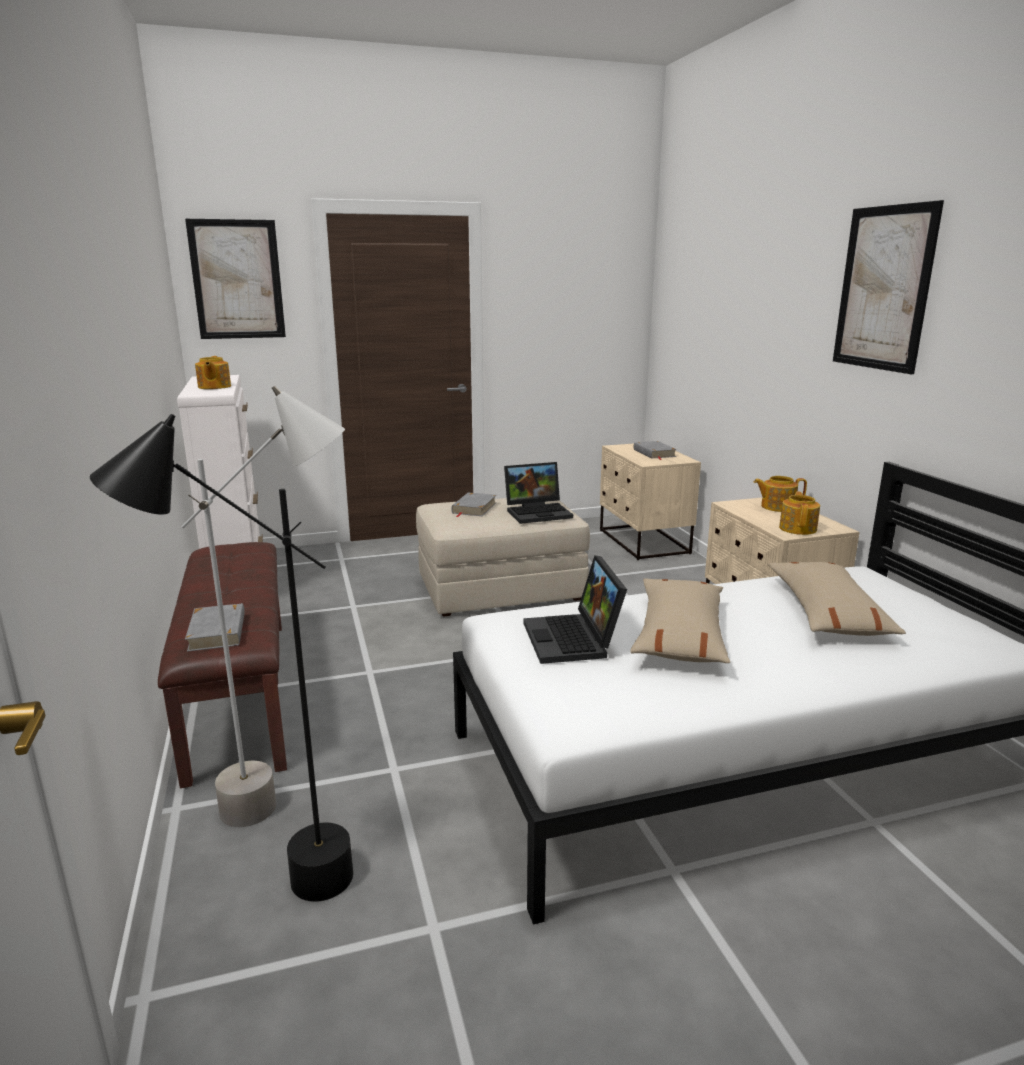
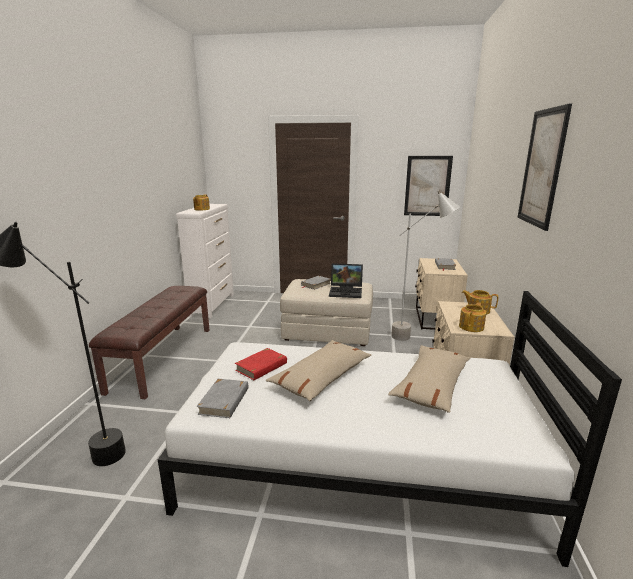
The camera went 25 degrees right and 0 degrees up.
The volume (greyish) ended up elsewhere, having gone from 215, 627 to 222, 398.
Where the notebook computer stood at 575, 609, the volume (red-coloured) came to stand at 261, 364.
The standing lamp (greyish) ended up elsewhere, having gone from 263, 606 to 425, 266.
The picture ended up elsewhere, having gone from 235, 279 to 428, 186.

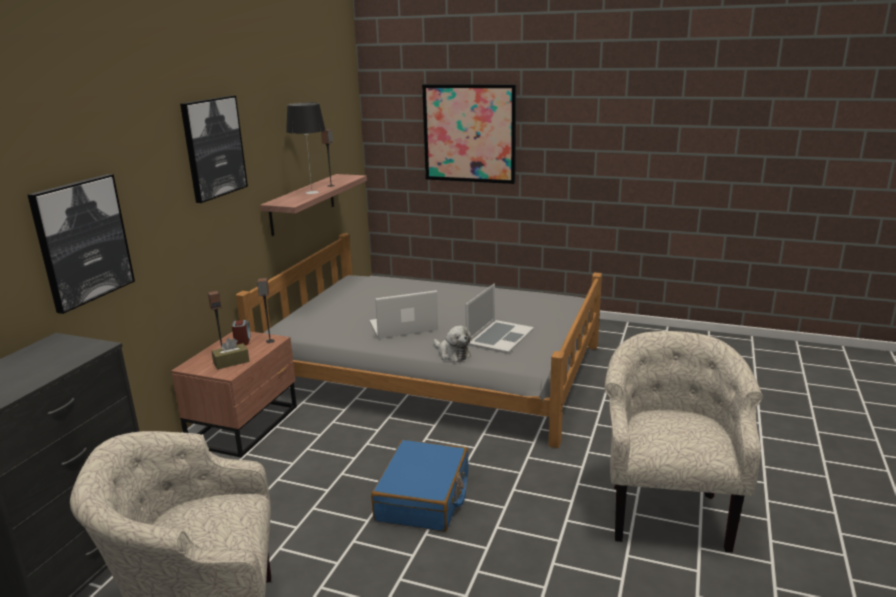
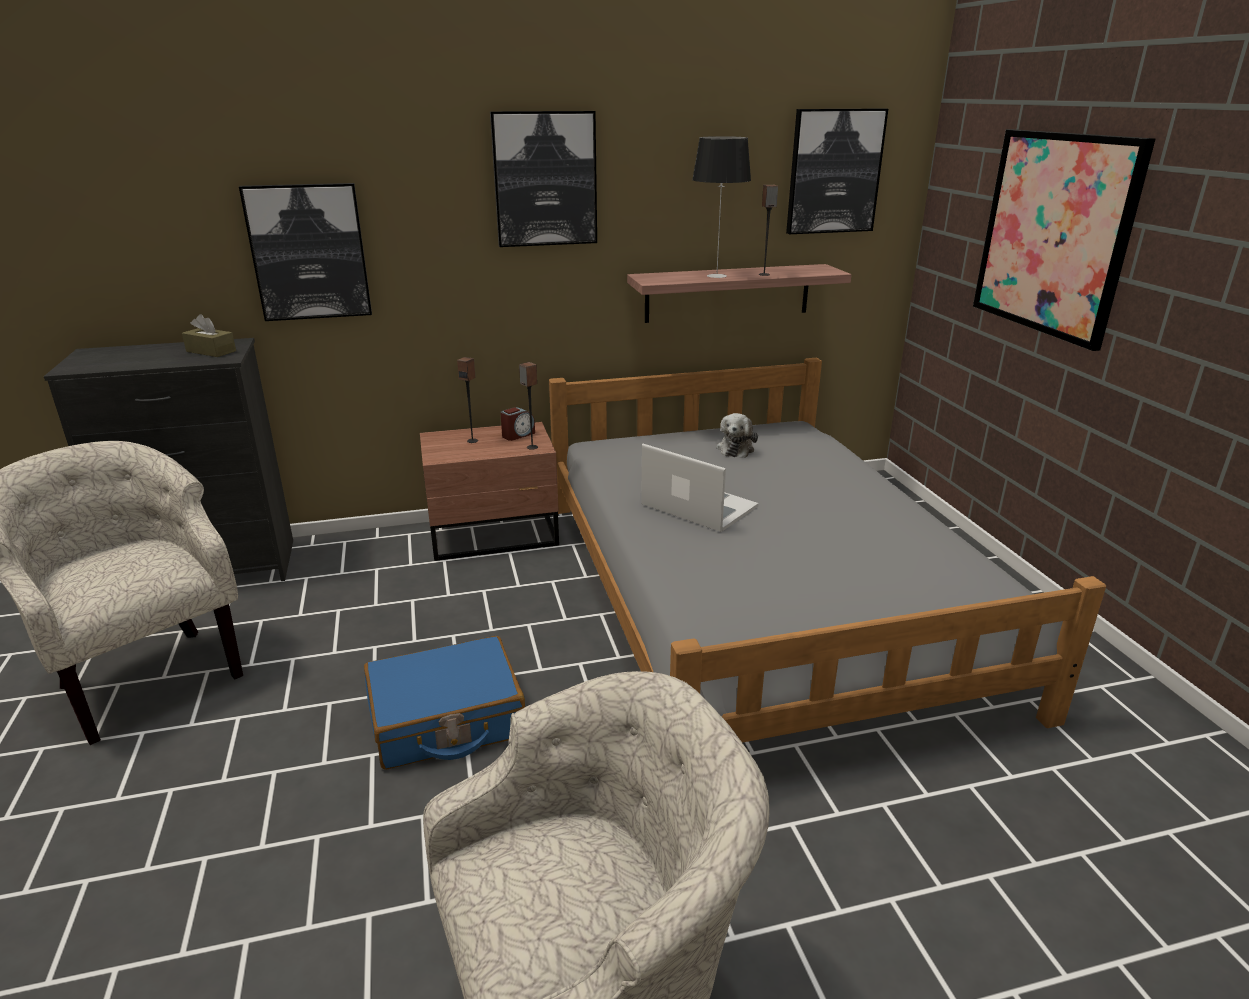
The camera went 55 degrees right and 5 degrees up.
The tissue box (brown) ended up elsewhere, having gone from 230, 353 to 209, 335.
The soft toy ended up elsewhere, having gone from 452, 343 to 737, 435.
The second view gained the picture at 837, 171.
The second view lost the notebook computer at 499, 318.

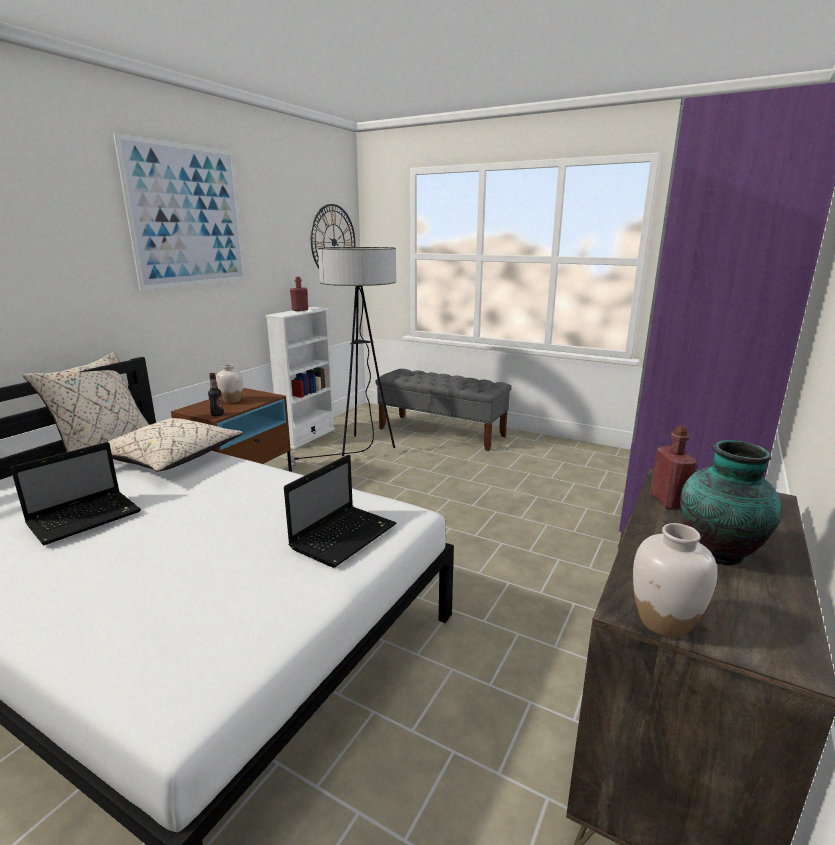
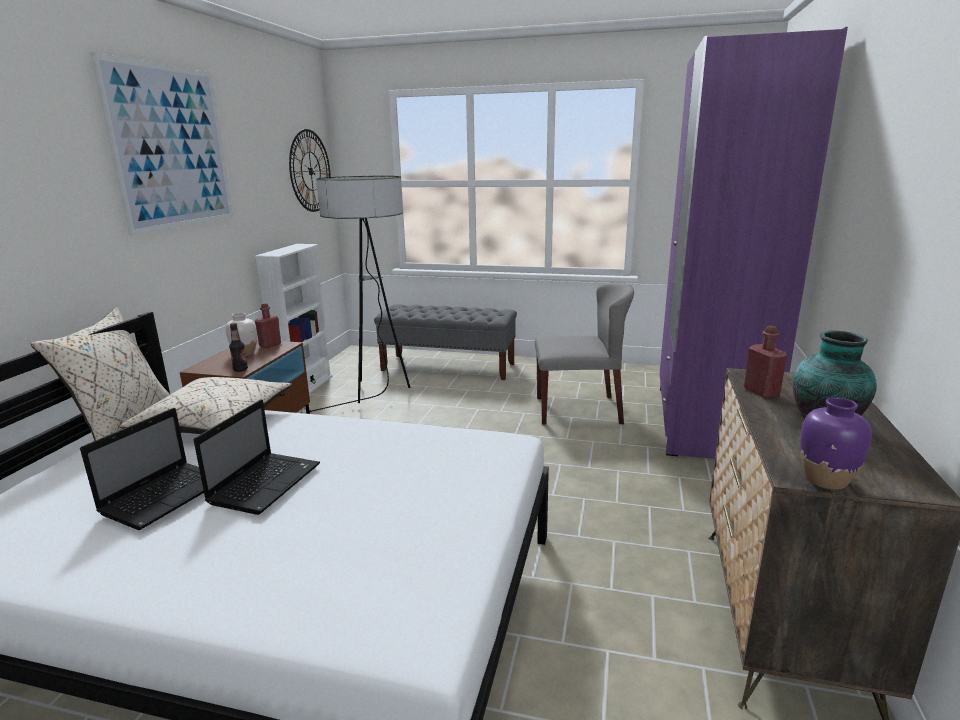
The camera went 15 degrees left and 0 degrees up.
The notebook computer ended up elsewhere, having gone from 340, 511 to 256, 457.
The beverage bottle (red-coloured) ended up elsewhere, having gone from 299, 294 to 268, 325.
The second view gained the plain chair (greyish) at 584, 354.
What was the decorative vase (white) at 675, 580 turned into the decorative vase (purplish) at 836, 443.

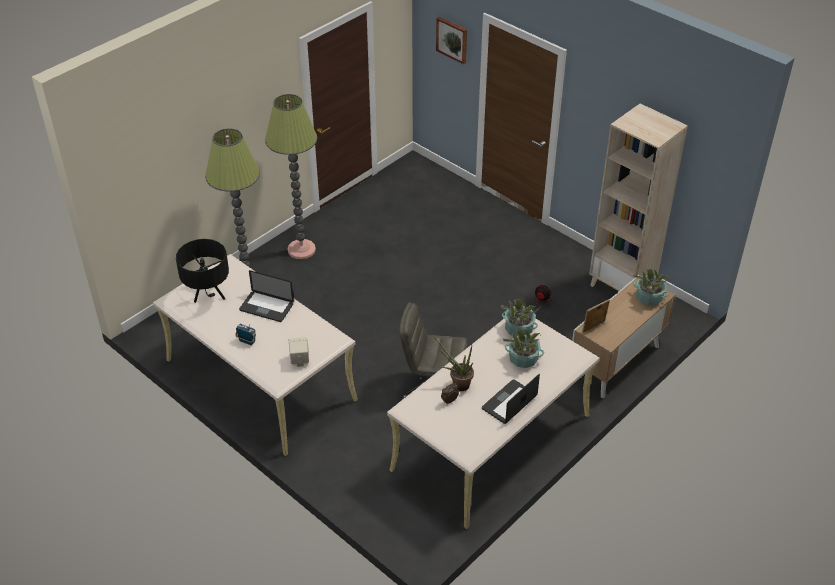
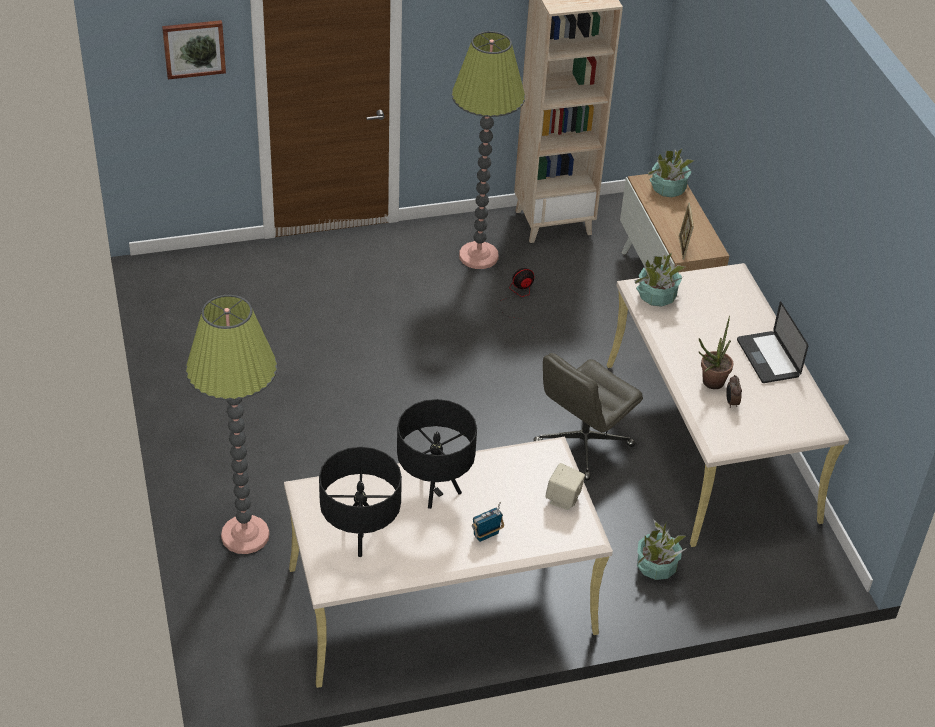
The camera went 60 degrees left and 0 degrees up.
Where the notebook computer stood at 266, 296, the table lamp (black) came to stand at 437, 454.
The standing lamp ended up elsewhere, having gone from 291, 176 to 488, 150.
The plant in a pot ended up elsewhere, having gone from 523, 348 to 662, 549.

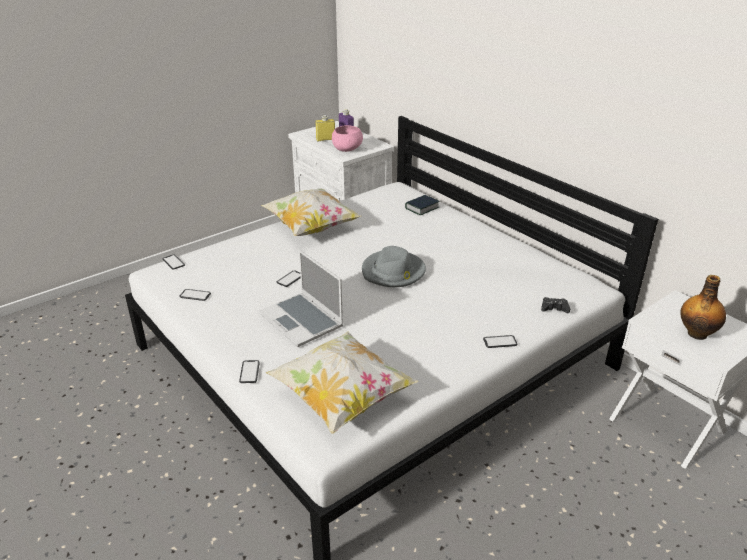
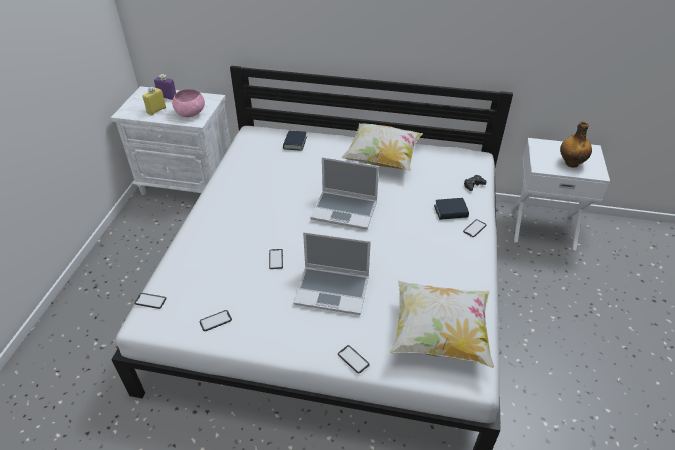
The camera went 40 degrees left and 10 degrees up.
Where the hat (greyish) stood at 394, 266, the notebook computer came to stand at 345, 193.
The throw pillow ended up elsewhere, having gone from 311, 212 to 382, 147.
The second view gained the volume at 451, 209.

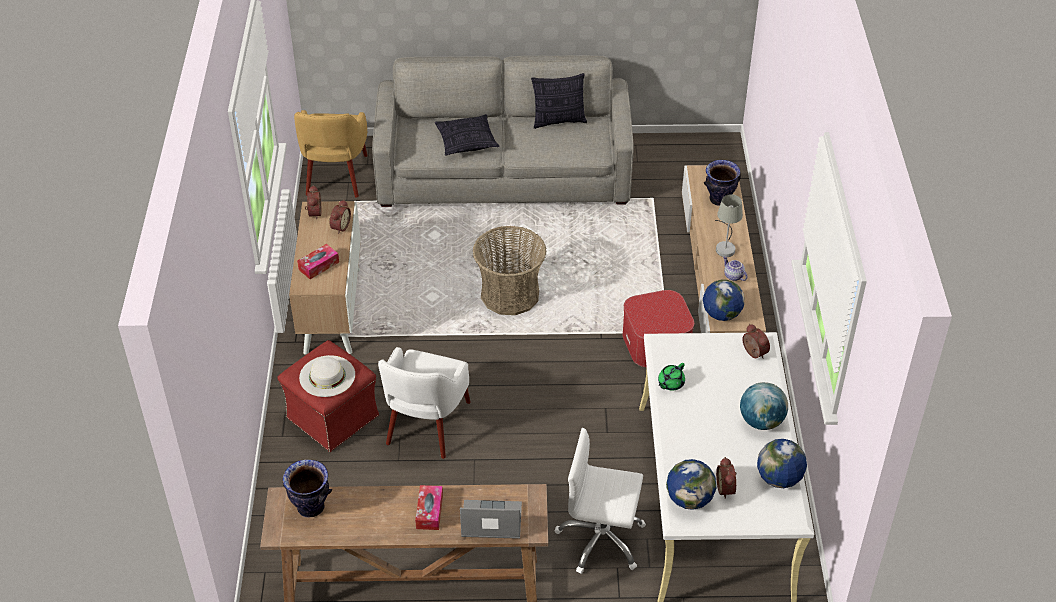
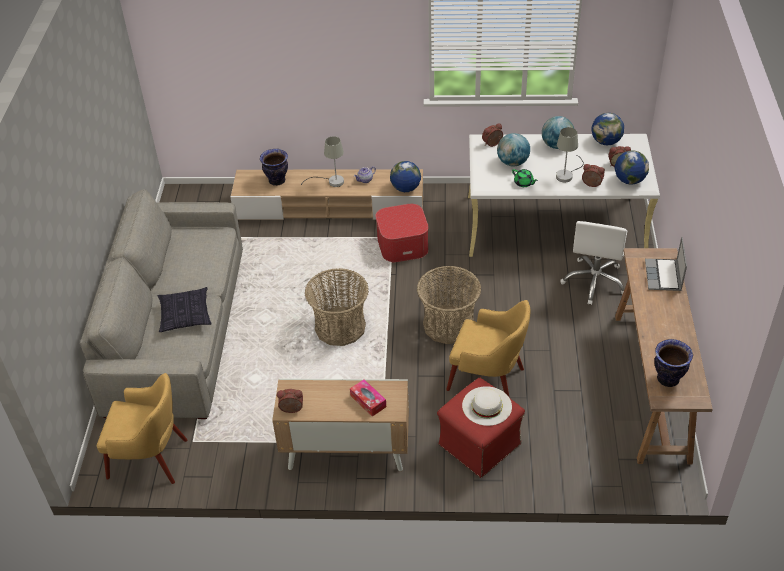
The camera went 85 degrees left and 0 degrees up.
The second view gained the storage basket at 449, 305.
What was the lounge chair (white) at 424, 403 turned into the lounge chair (yellowish) at 488, 349.
The second view gained the world globe at 513, 149.
The second view gained the table lamp (greyish) at 570, 155.
The table clock ended up elsewhere, having gone from 340, 217 to 593, 175.
The second view lost the tissue box at 429, 507.
The second view lost the throw pillow at 559, 101.

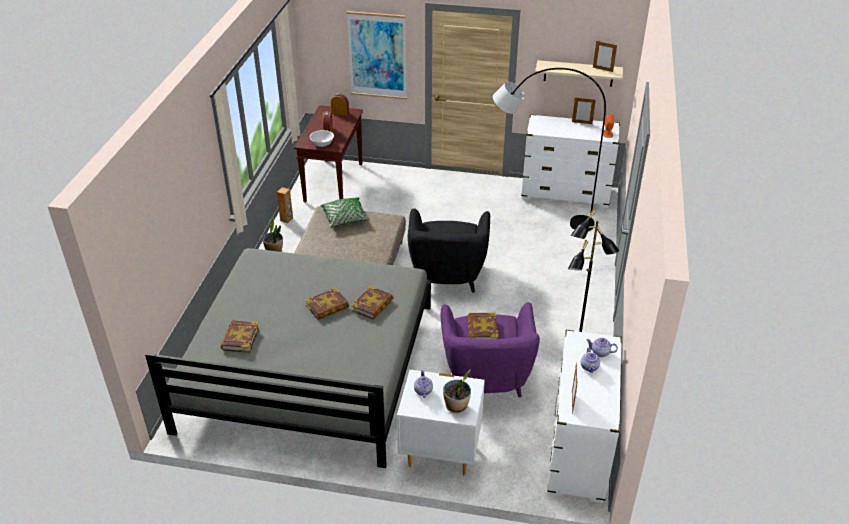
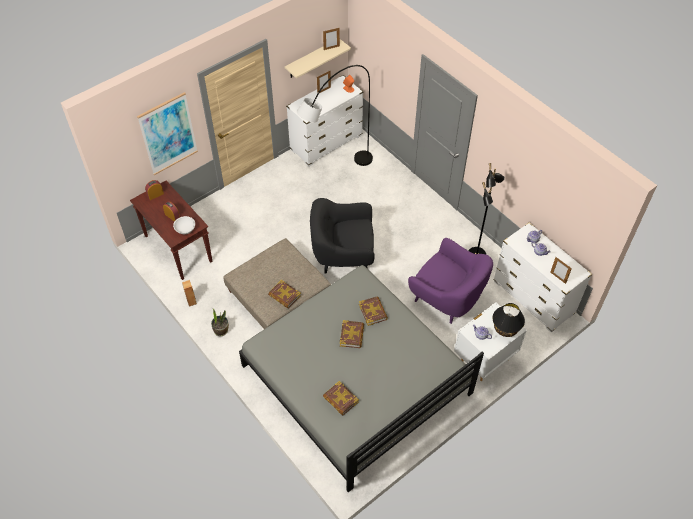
The camera went 50 degrees left and 15 degrees up.
The volume ended up elsewhere, having gone from 483, 325 to 284, 294.
The lounge chair (black) at 449, 250 ended up facing another way, 135 degrees clockwise from before.
Where the plant in a pot stood at 457, 391, the table lamp (black) came to stand at 508, 320.
The second view lost the throw pillow (greenish) at 345, 212.

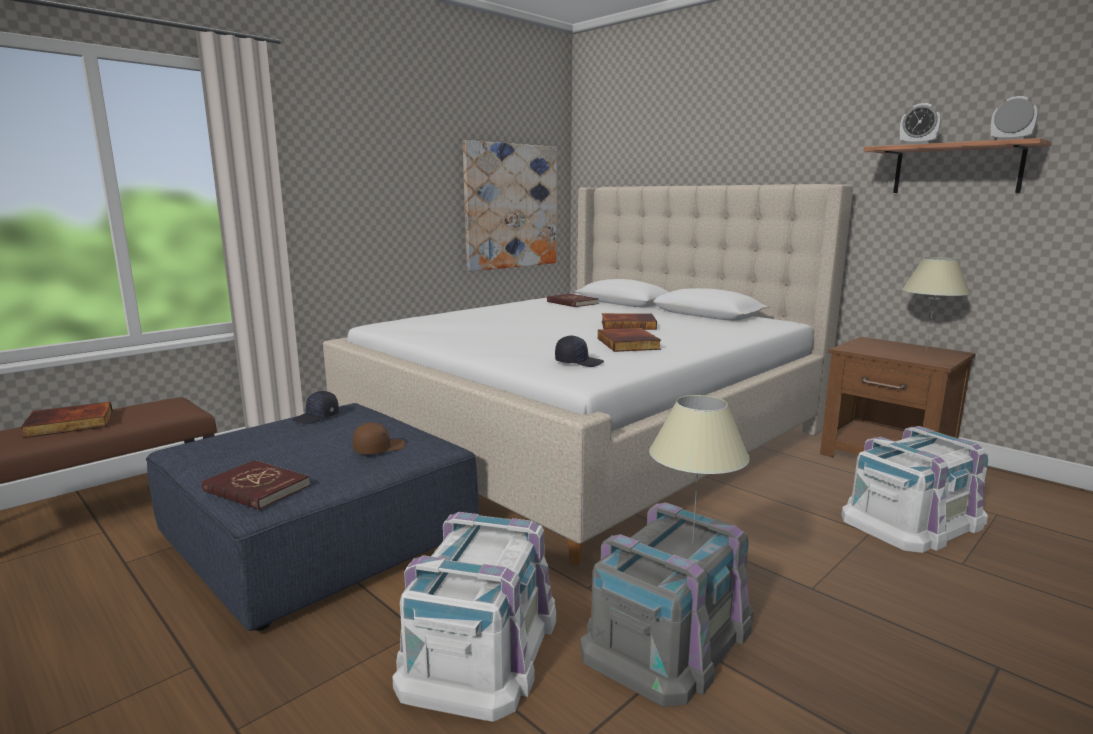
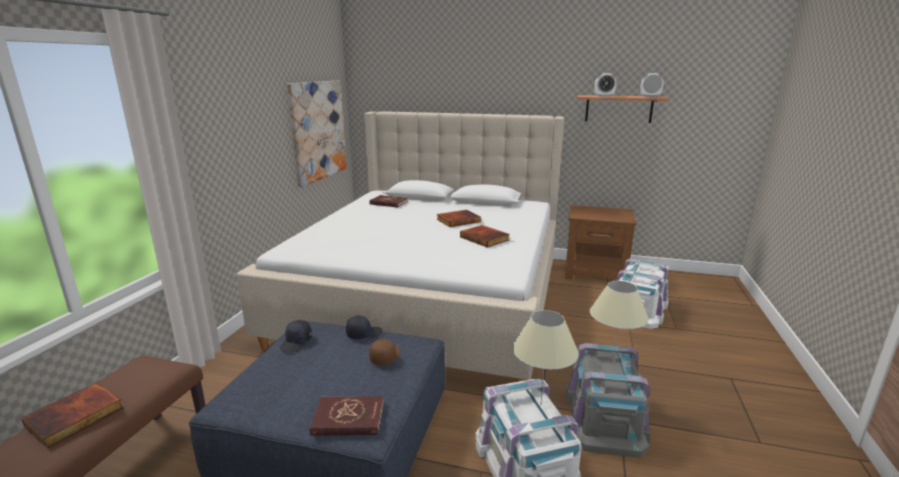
The camera went 30 degrees left and 5 degrees up.
The baseball cap (black) ended up elsewhere, having gone from 579, 351 to 364, 327.
The table lamp (beige) ended up elsewhere, having gone from 936, 304 to 545, 356.

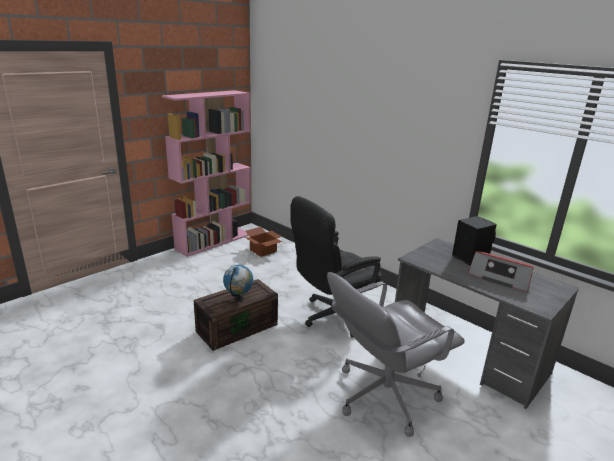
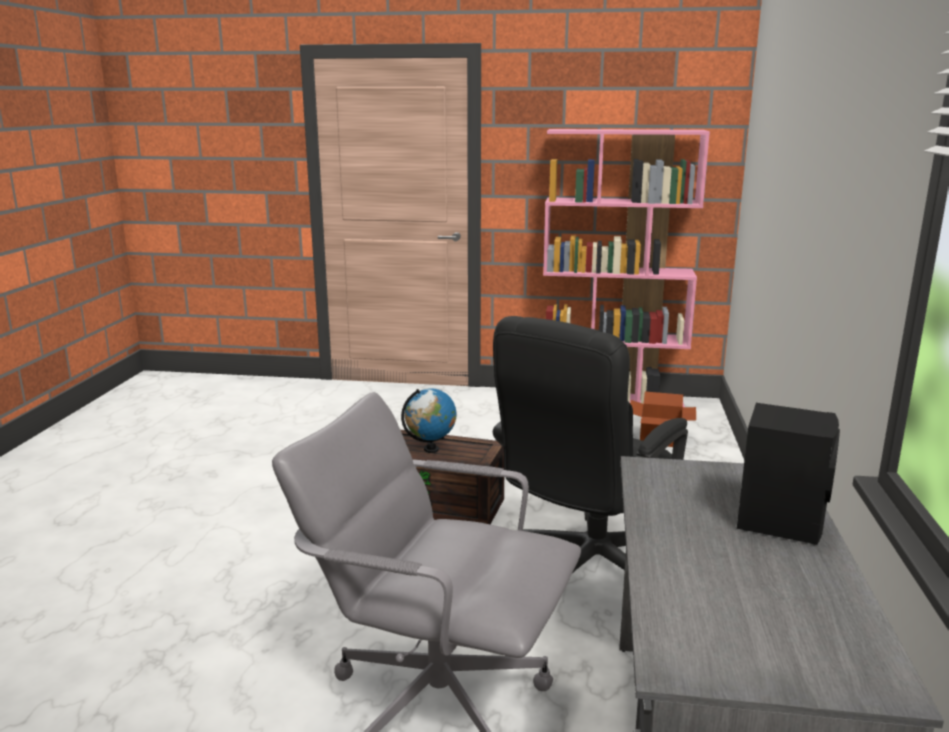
The camera went 55 degrees right and 5 degrees down.
The office chair (black) at 336, 267 ended up facing another way, 75 degrees counterclockwise from before.
The second view lost the radio at 501, 271.

